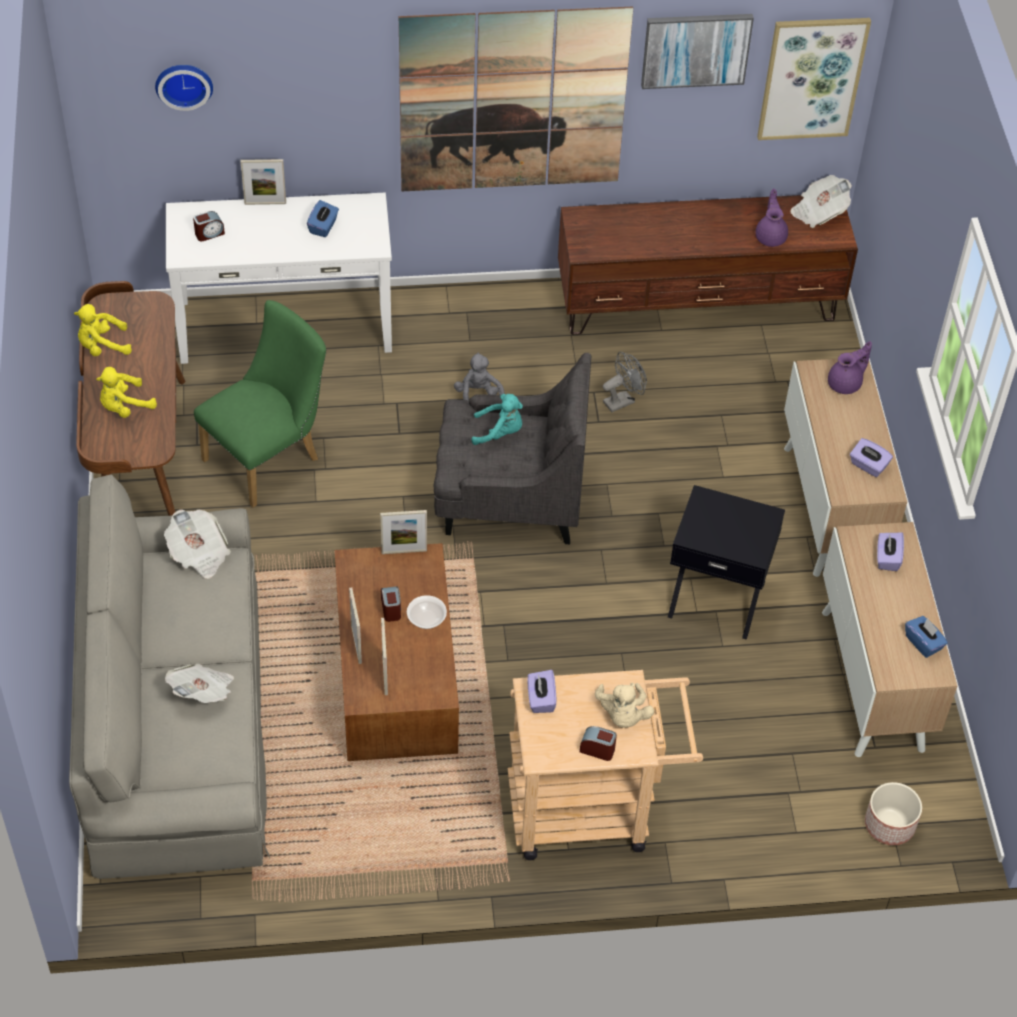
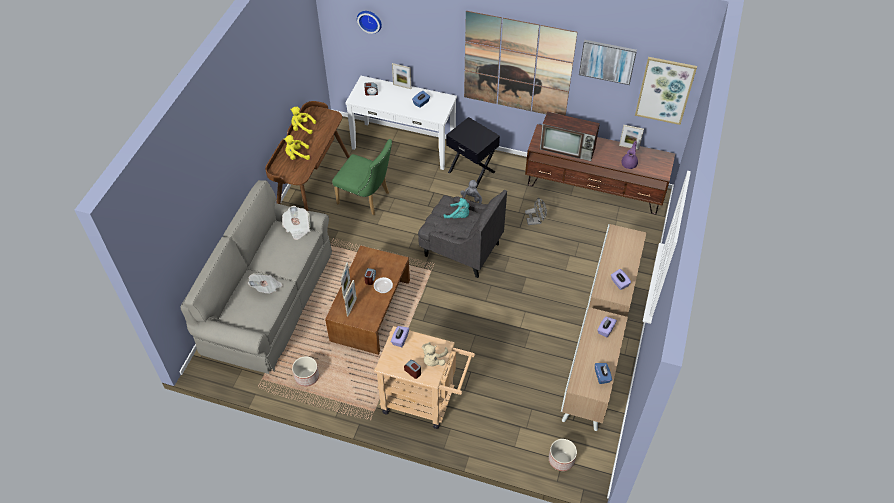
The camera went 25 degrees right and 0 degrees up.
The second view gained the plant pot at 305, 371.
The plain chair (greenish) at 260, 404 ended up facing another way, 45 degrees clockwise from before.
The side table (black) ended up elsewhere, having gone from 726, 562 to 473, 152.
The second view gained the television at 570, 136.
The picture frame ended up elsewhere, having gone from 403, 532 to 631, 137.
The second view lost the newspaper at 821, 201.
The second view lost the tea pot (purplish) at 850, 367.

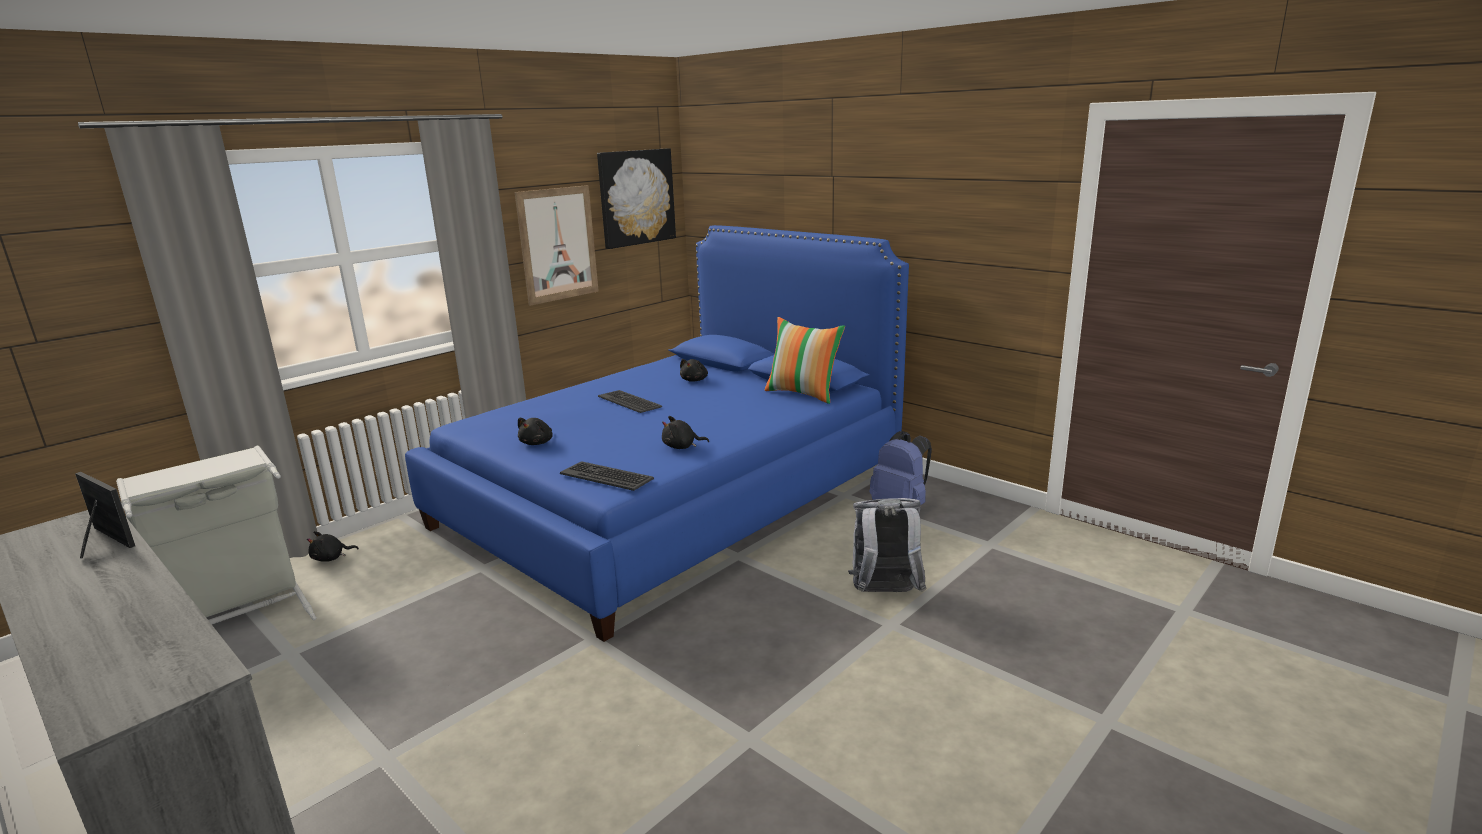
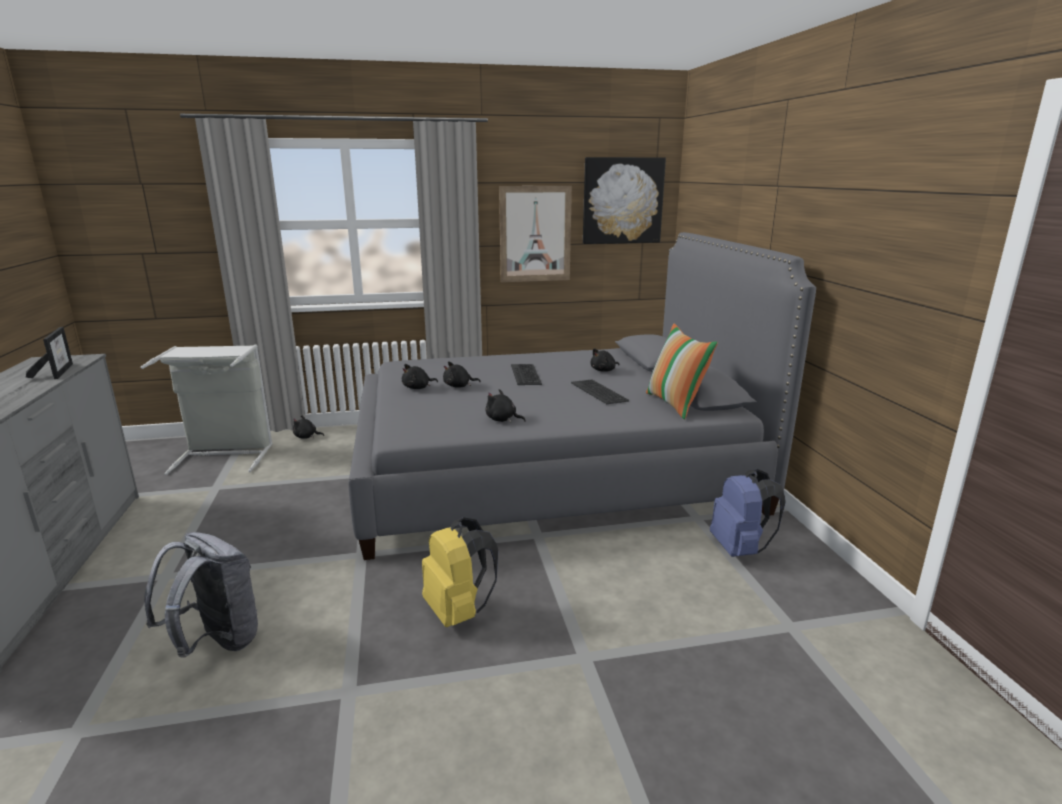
The camera went 35 degrees right and 0 degrees up.
The backpack (greyish) ended up elsewhere, having gone from 887, 545 to 201, 595.
What was the bed (blue) at 657, 433 turned into the bed (greyish) at 582, 396.
The second view gained the backpack (yellowish) at 460, 572.
The second view gained the soft toy (black) at 462, 374.
The PC keyboard ended up elsewhere, having gone from 607, 476 to 600, 392.

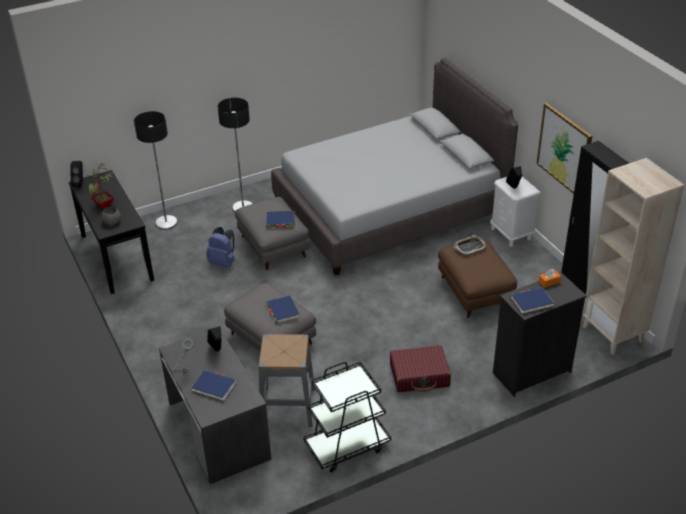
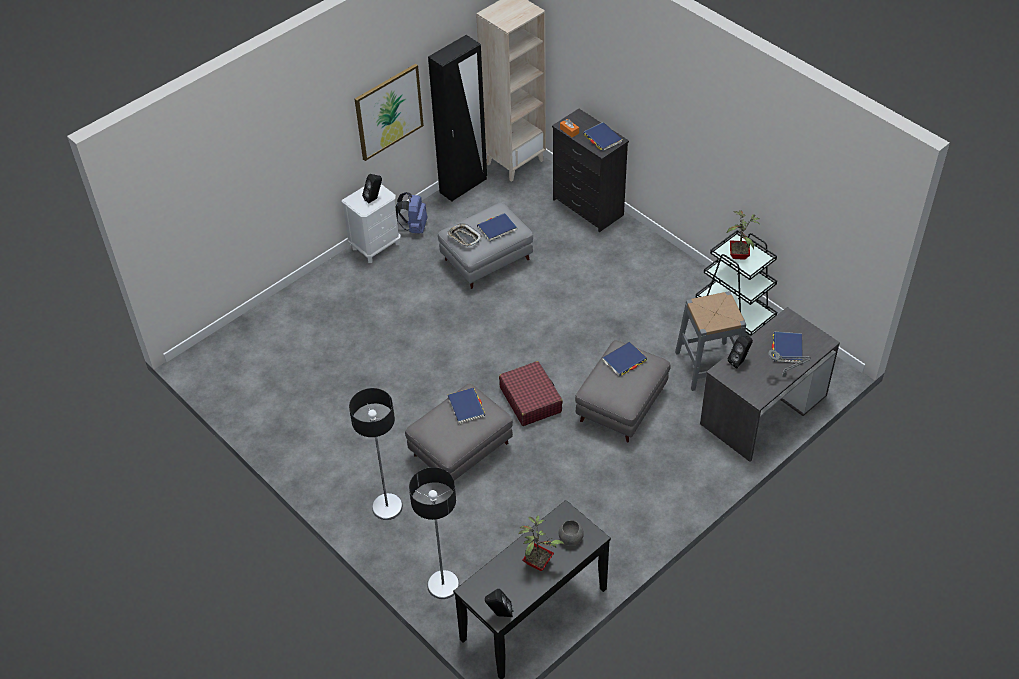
The camera went 105 degrees left and 10 degrees up.
The backpack (blue) ended up elsewhere, having gone from 220, 247 to 411, 213.
What was the footrest (brown) at 477, 278 turned into the footrest (greyish) at 485, 245.
The second view gained the volume (blue) at 497, 227.
The travel case (red-coloured) ended up elsewhere, having gone from 420, 368 to 531, 393.
The second view gained the plant in a pot at 743, 235.
The second view lost the bed (greyish) at 394, 167.

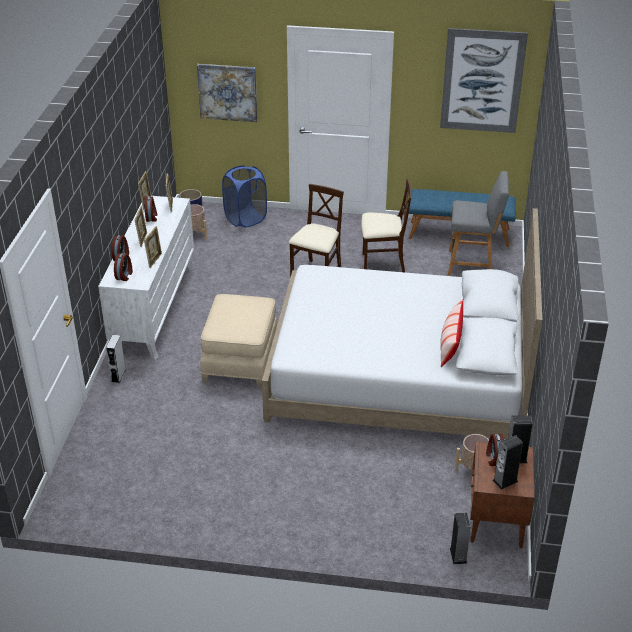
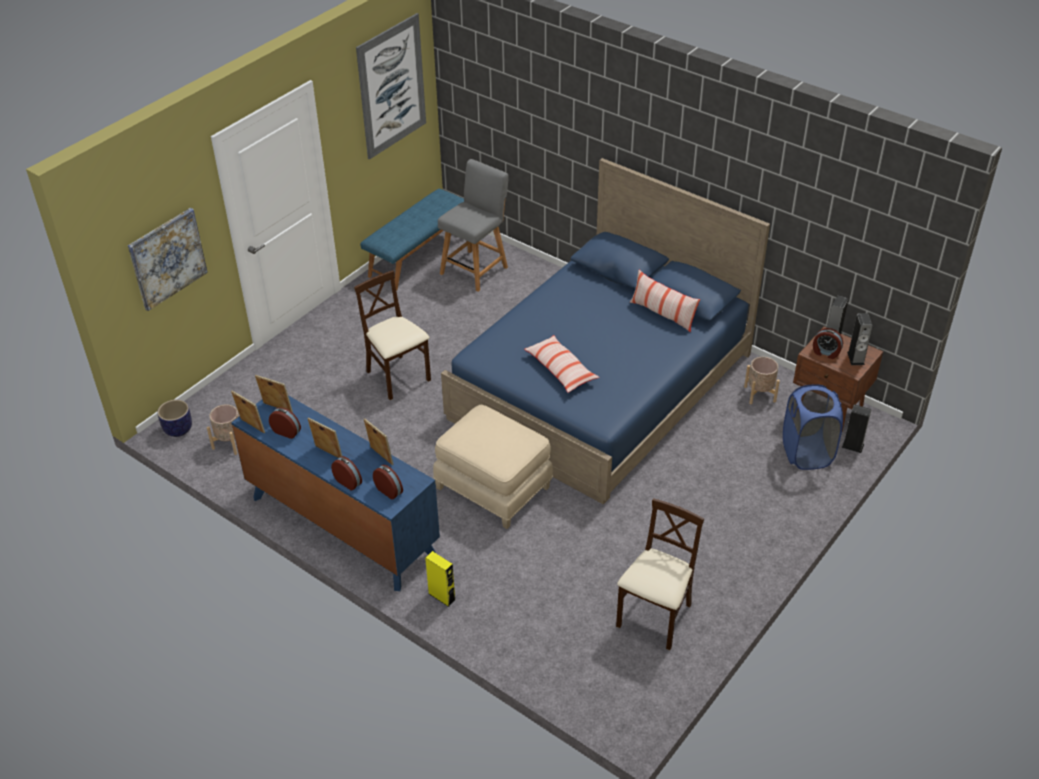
The camera went 60 degrees left and 5 degrees up.
What was the drawer chest (white) at 146, 277 turned into the drawer chest (blue) at 335, 493.
What was the audio speaker (greyish) at 116, 359 turned into the audio speaker (yellowish) at 440, 579.
What was the bed (white) at 402, 323 turned into the bed (blue) at 605, 331.
The second view gained the throw pillow at 561, 364.
The plain chair (beige) ended up elsewhere, having gone from 386, 225 to 660, 574.
The washing basket (blue) ended up elsewhere, having gone from 244, 196 to 813, 427.

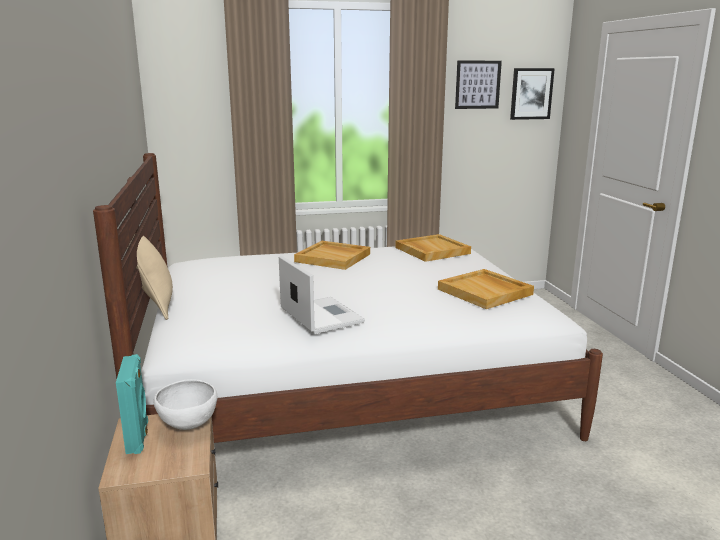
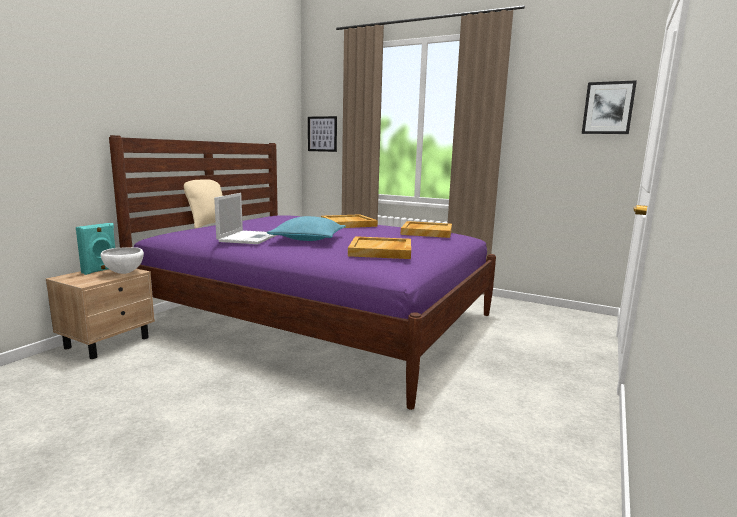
The camera went 40 degrees right and 5 degrees down.
What was the bed (white) at 348, 298 turned into the bed (purplish) at 302, 272.
The second view gained the throw pillow (turquoise) at 306, 228.
The picture ended up elsewhere, having gone from 478, 85 to 322, 134.

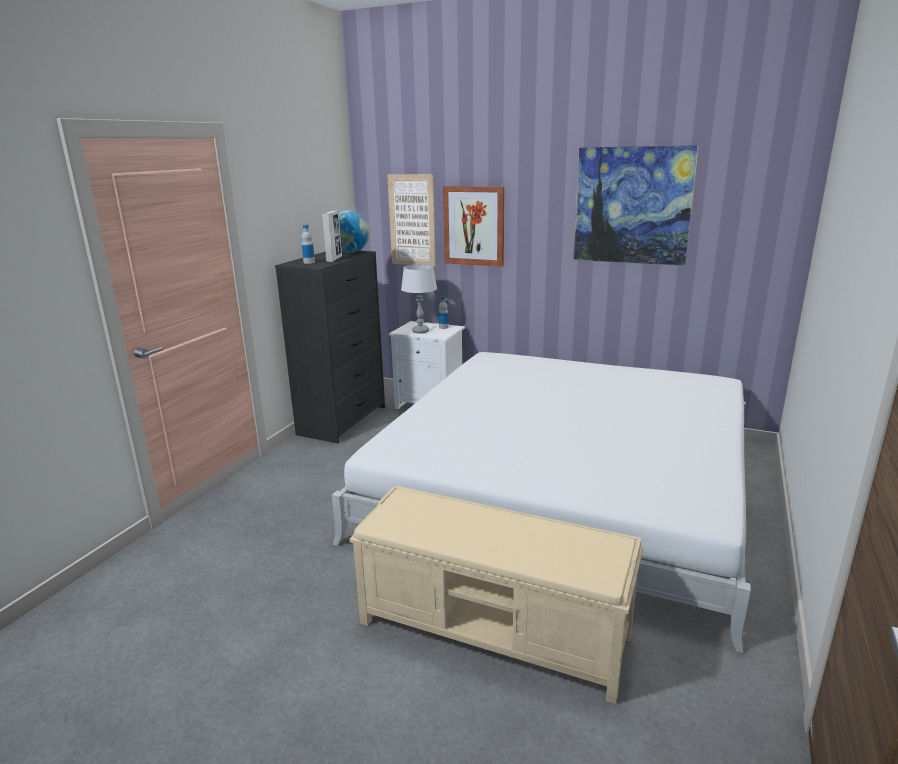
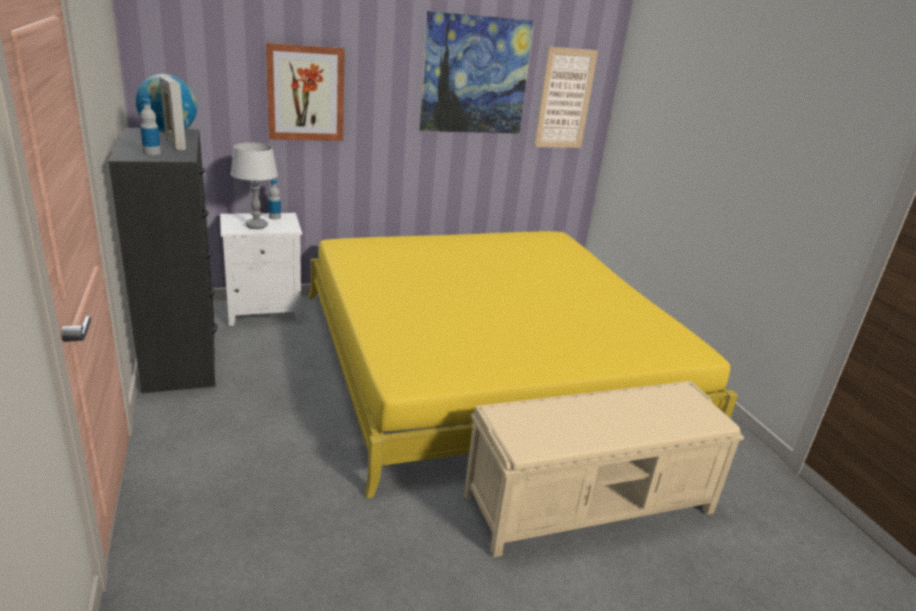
The camera went 45 degrees left and 5 degrees up.
What was the bed (white) at 541, 503 turned into the bed (yellowish) at 523, 365.
The picture ended up elsewhere, having gone from 411, 220 to 566, 97.

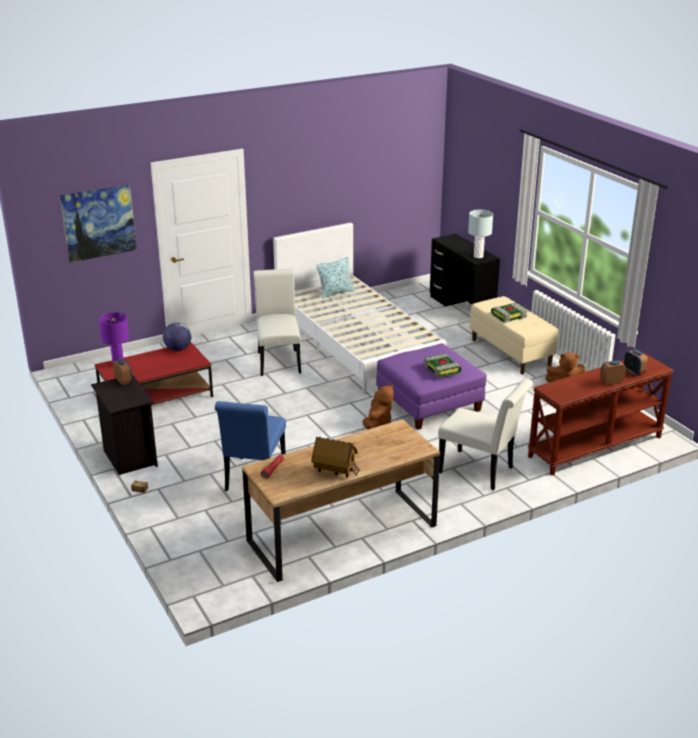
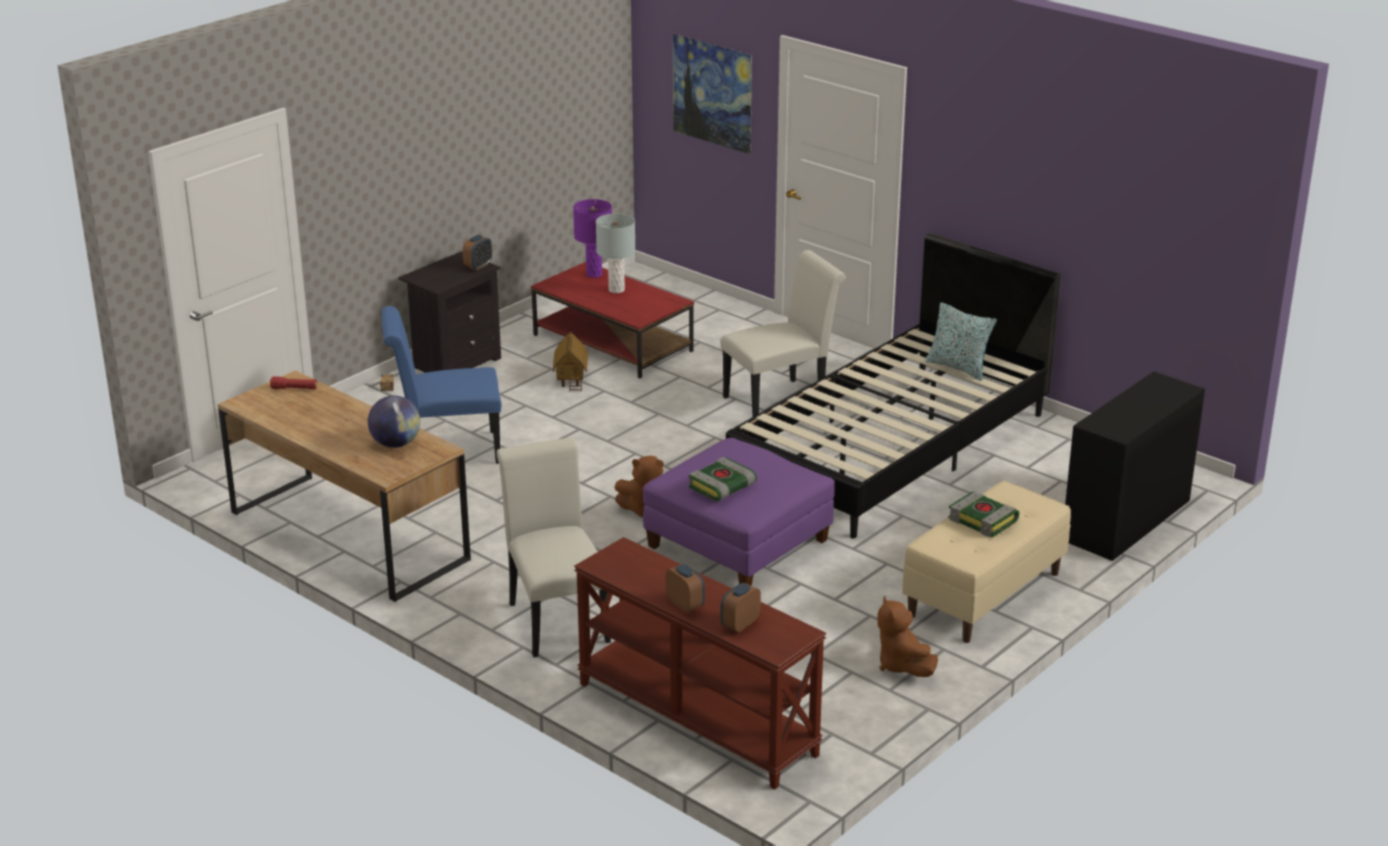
The camera went 70 degrees right and 0 degrees up.
The world globe ended up elsewhere, having gone from 177, 337 to 394, 421.
The plain chair (white) at 485, 434 ended up facing another way, 150 degrees clockwise from before.
The model house ended up elsewhere, having gone from 335, 457 to 570, 361.
The table lamp (greyish) ended up elsewhere, having gone from 480, 234 to 615, 253.
What was the bed (white) at 360, 308 turned into the bed (black) at 893, 386.

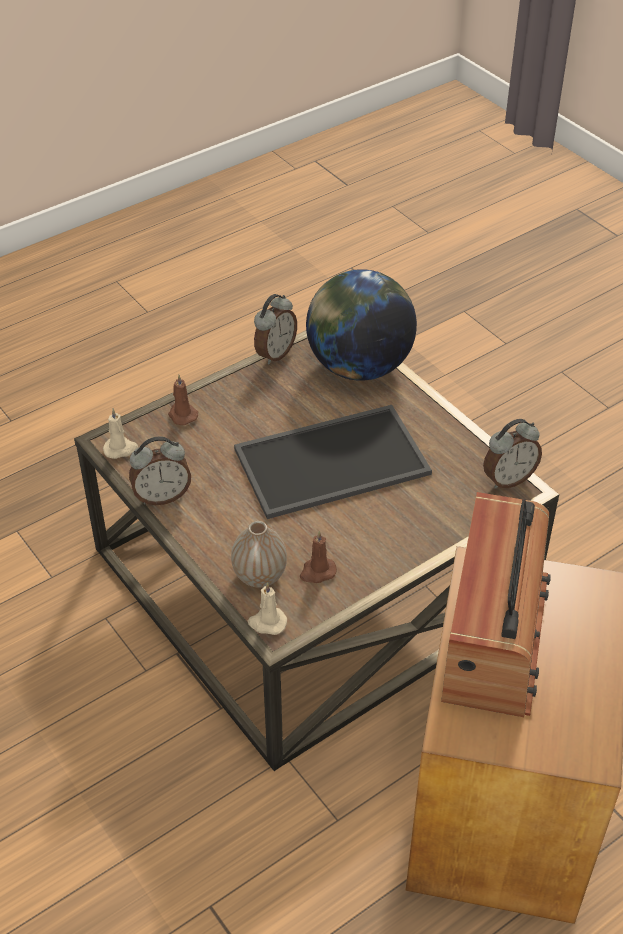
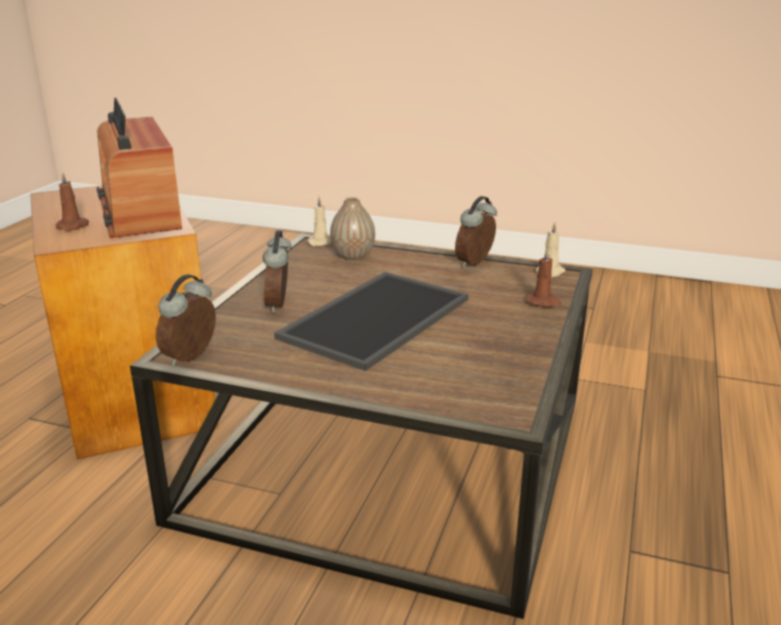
The camera went 145 degrees right and 20 degrees down.
The wax light (brown) ended up elsewhere, having gone from 318, 557 to 72, 201.
The table clock ended up elsewhere, having gone from 275, 329 to 277, 271.
The second view lost the world globe at 361, 325.

